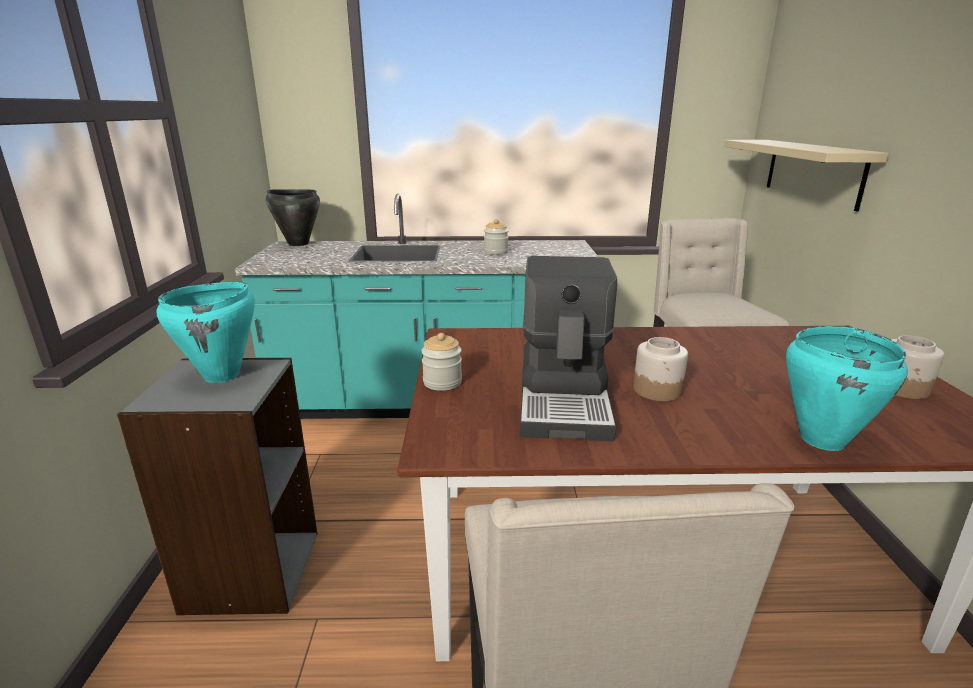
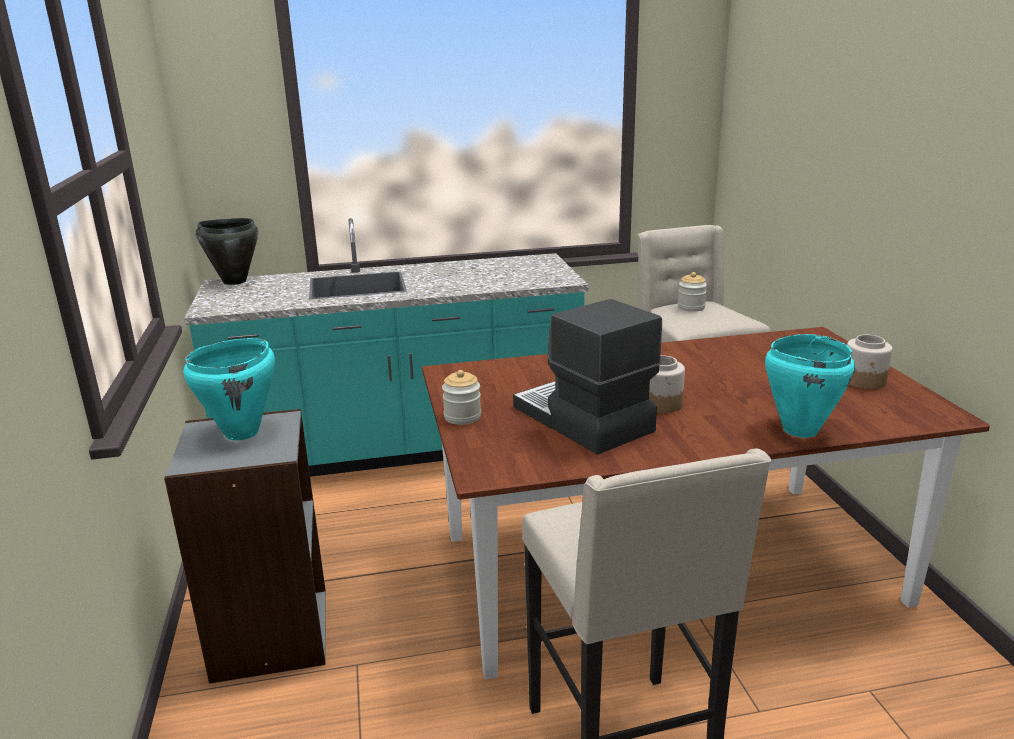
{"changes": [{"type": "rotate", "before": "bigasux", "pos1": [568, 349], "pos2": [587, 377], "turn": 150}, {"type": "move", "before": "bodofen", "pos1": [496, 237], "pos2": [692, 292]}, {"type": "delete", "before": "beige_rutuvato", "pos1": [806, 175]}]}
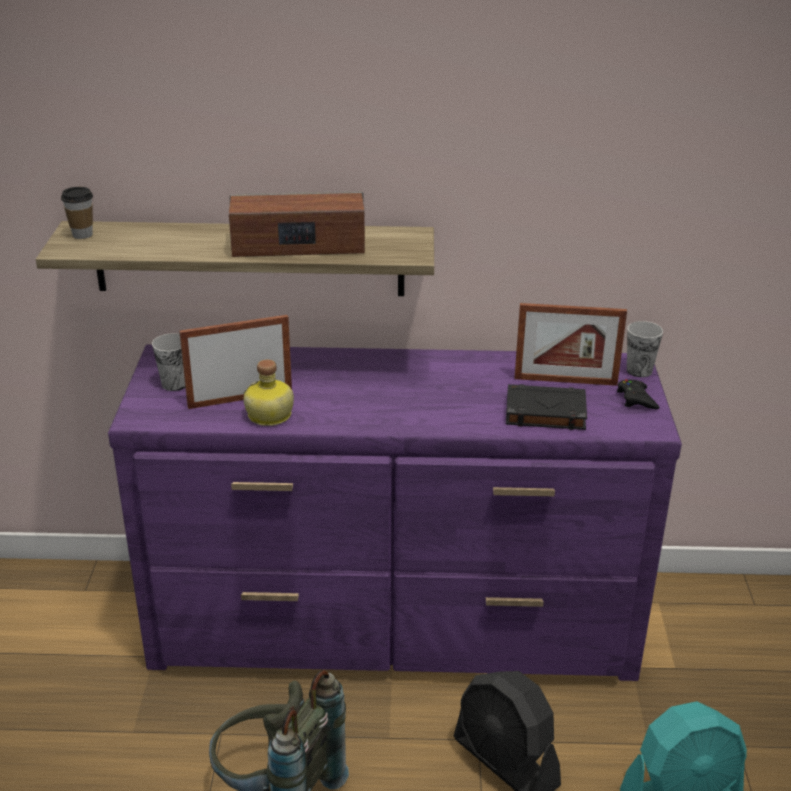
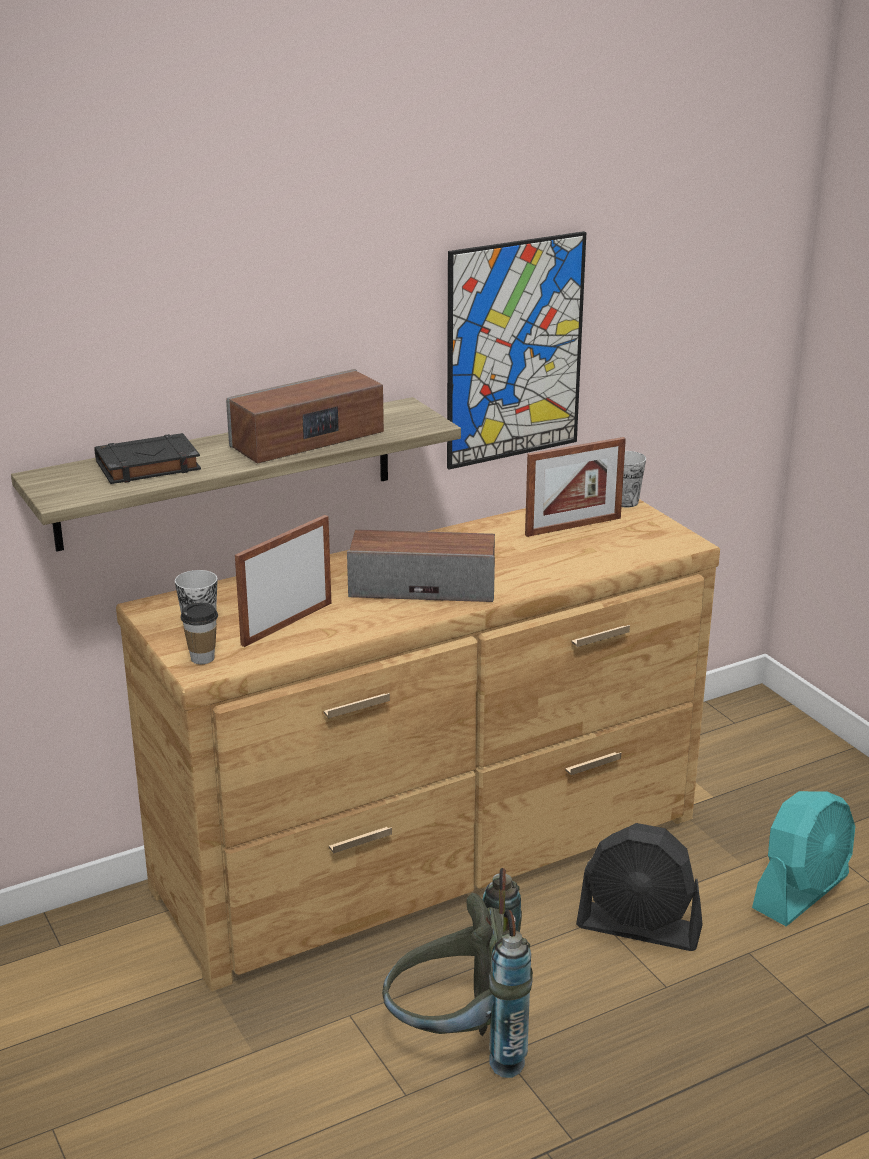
{"changes": [{"type": "move", "before": "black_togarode", "pos1": [546, 407], "pos2": [148, 458]}, {"type": "recolor", "before": "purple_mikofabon", "after": "brown_mikofabon", "pos1": [395, 512], "pos2": [418, 745]}, {"type": "move", "before": "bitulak", "pos1": [77, 213], "pos2": [199, 633]}, {"type": "insert", "after": "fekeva", "pos2": [421, 565]}, {"type": "insert", "after": "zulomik", "pos2": [516, 350]}, {"type": "delete", "before": "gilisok", "pos1": [268, 393]}, {"type": "delete", "before": "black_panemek", "pos1": [638, 394]}]}
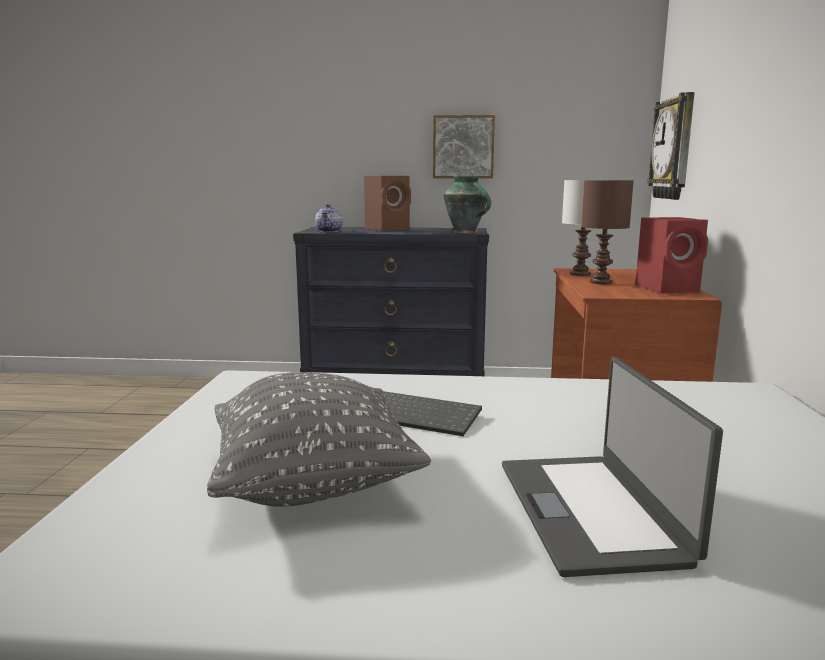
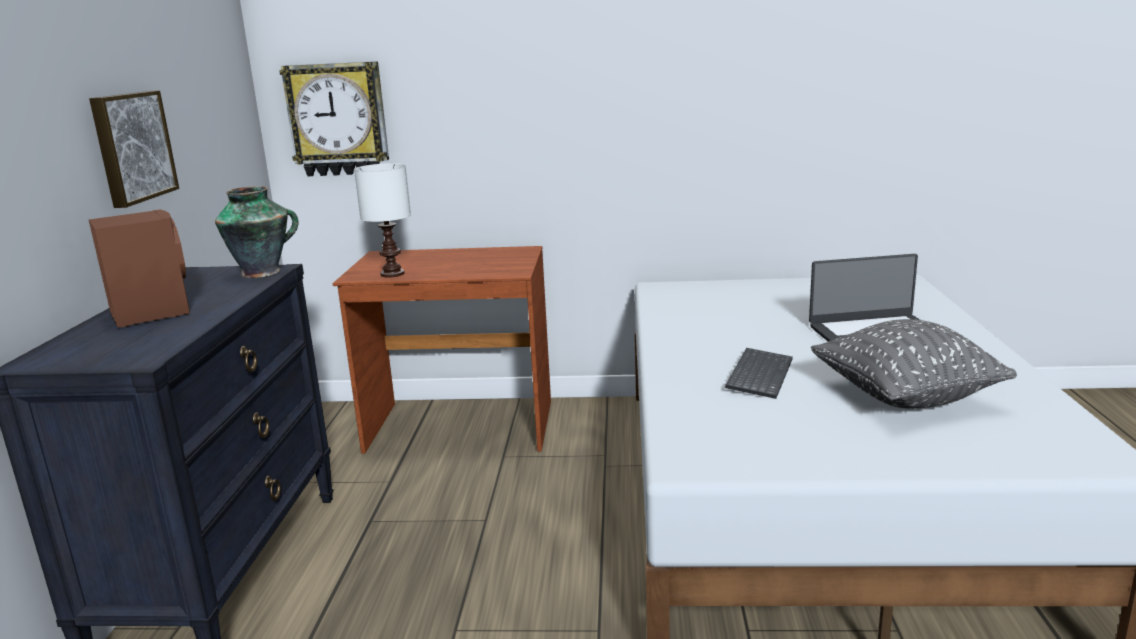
{"changes": [{"type": "delete", "before": "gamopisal", "pos1": [329, 218]}, {"type": "delete", "before": "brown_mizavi", "pos1": [607, 232]}, {"type": "delete", "before": "red_fekeva", "pos1": [671, 255]}]}
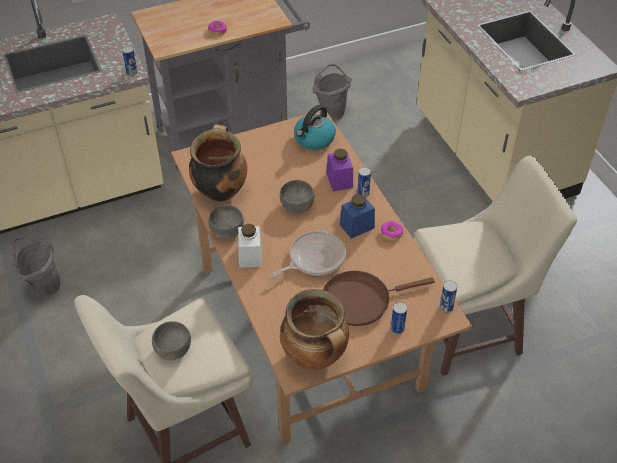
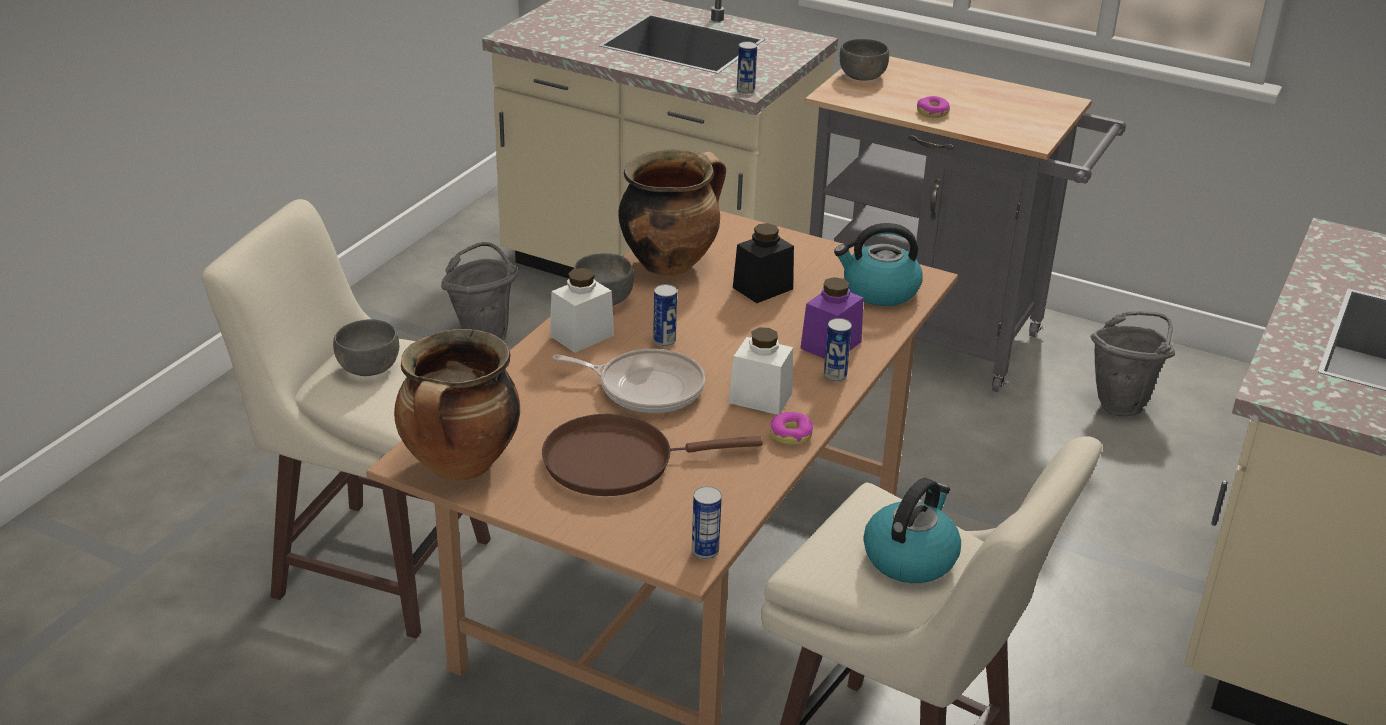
{"changes": [{"type": "rotate", "before": "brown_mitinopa", "pos1": [379, 298], "pos2": [652, 455], "turn": -45}, {"type": "move", "before": "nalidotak", "pos1": [399, 318], "pos2": [665, 315]}, {"type": "recolor", "before": "blue_bodofen", "after": "white_bodofen", "pos1": [357, 216], "pos2": [761, 371]}, {"type": "insert", "after": "black_bodofen", "pos2": [763, 263]}, {"type": "move", "before": "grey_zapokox", "pos1": [297, 196], "pos2": [864, 60]}, {"type": "insert", "after": "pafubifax", "pos2": [912, 530]}]}
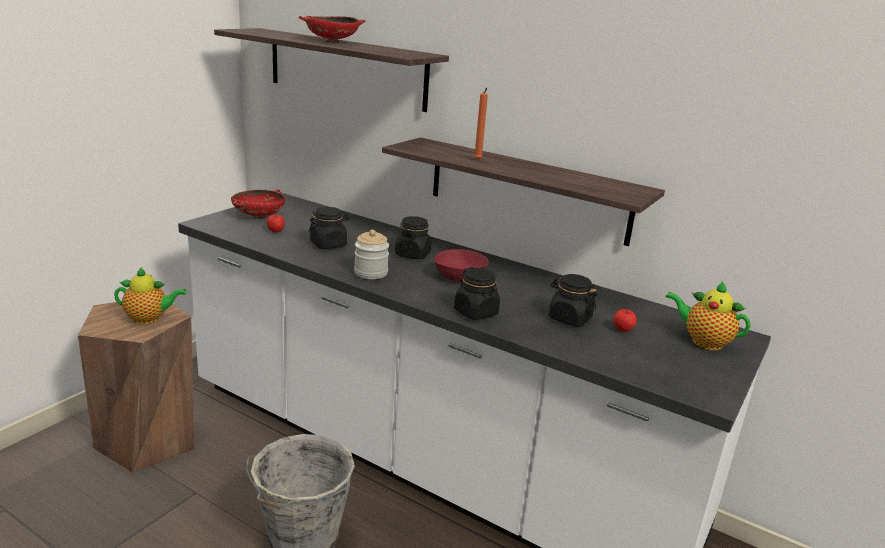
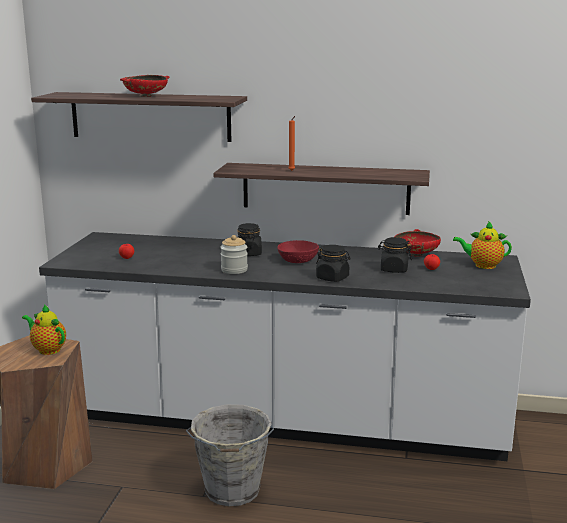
{"changes": [{"type": "rotate", "before": "gamopisal", "pos1": [150, 296], "pos2": [44, 329], "turn": -120}, {"type": "move", "before": "red_zapokox", "pos1": [258, 204], "pos2": [417, 242]}, {"type": "delete", "before": "black_bodofen", "pos1": [329, 228]}]}
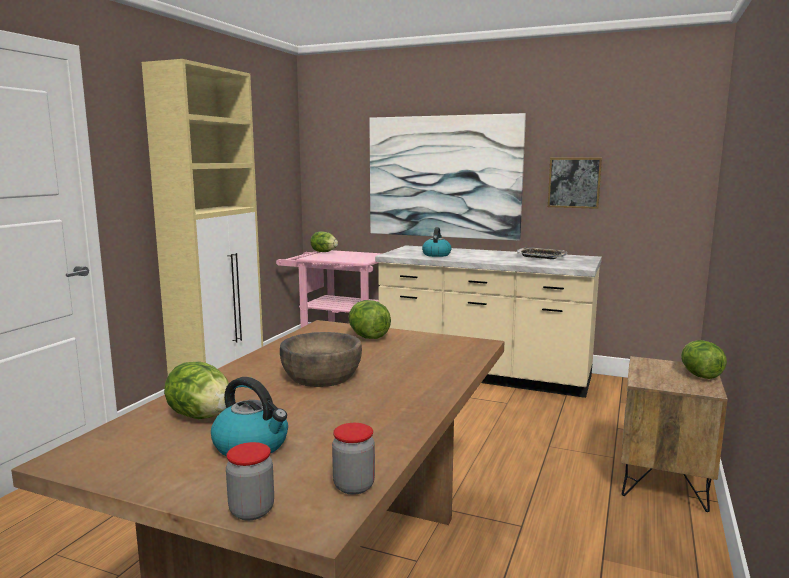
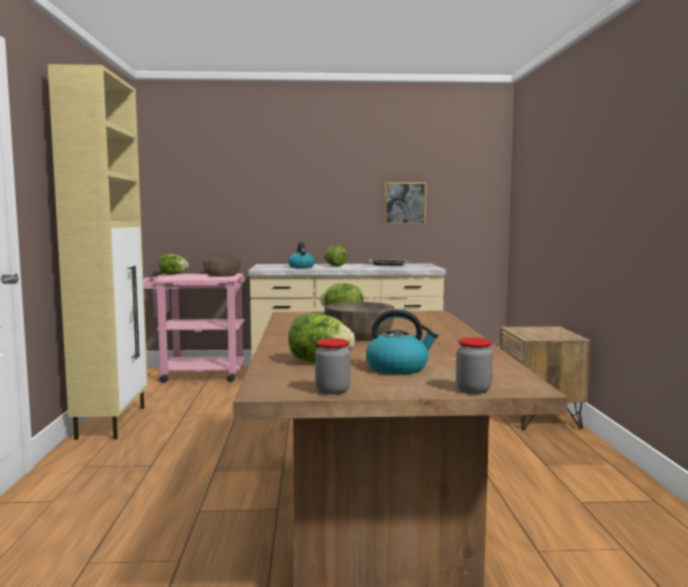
{"changes": [{"type": "insert", "after": "brown_zapokox", "pos2": [221, 267]}, {"type": "move", "before": "bodofen", "pos1": [353, 459], "pos2": [332, 366]}, {"type": "move", "before": "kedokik", "pos1": [704, 359], "pos2": [336, 255]}, {"type": "delete", "before": "zulomik", "pos1": [447, 177]}]}
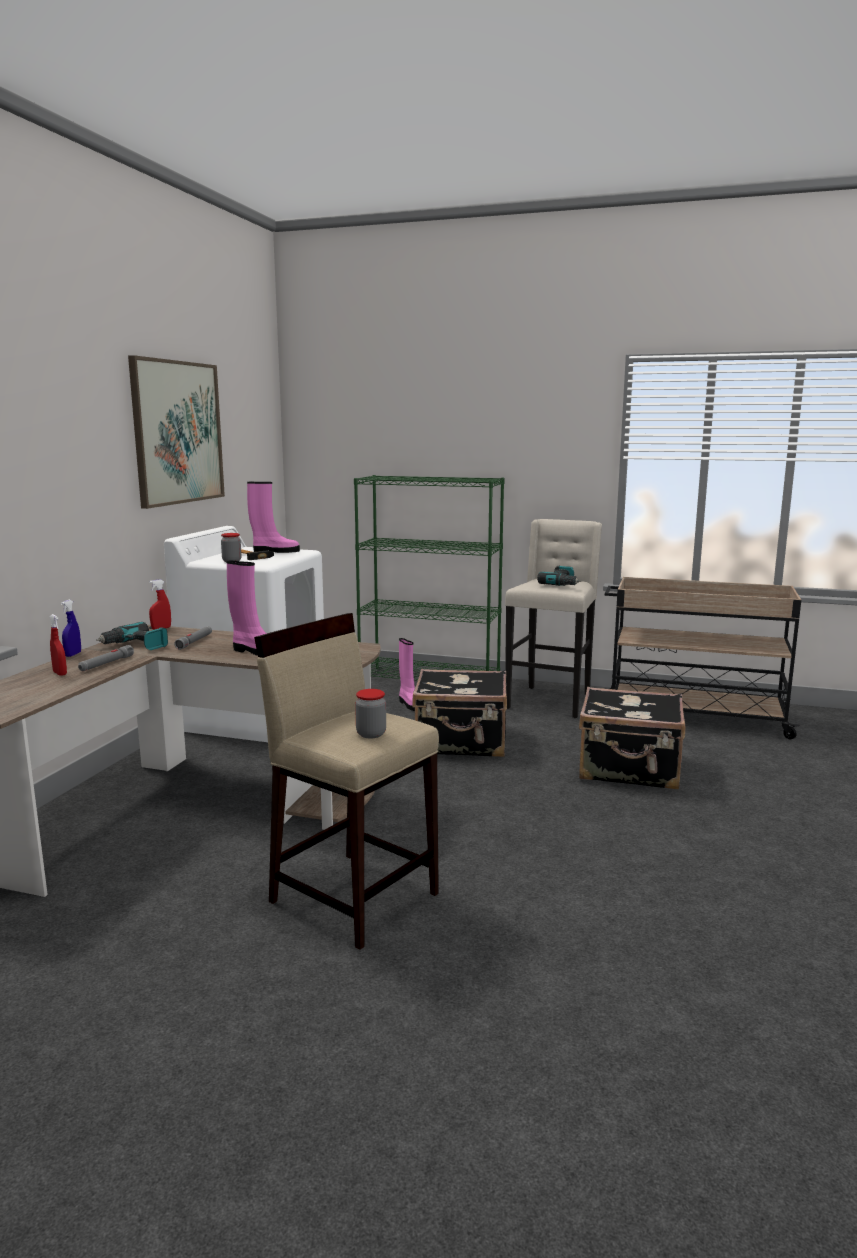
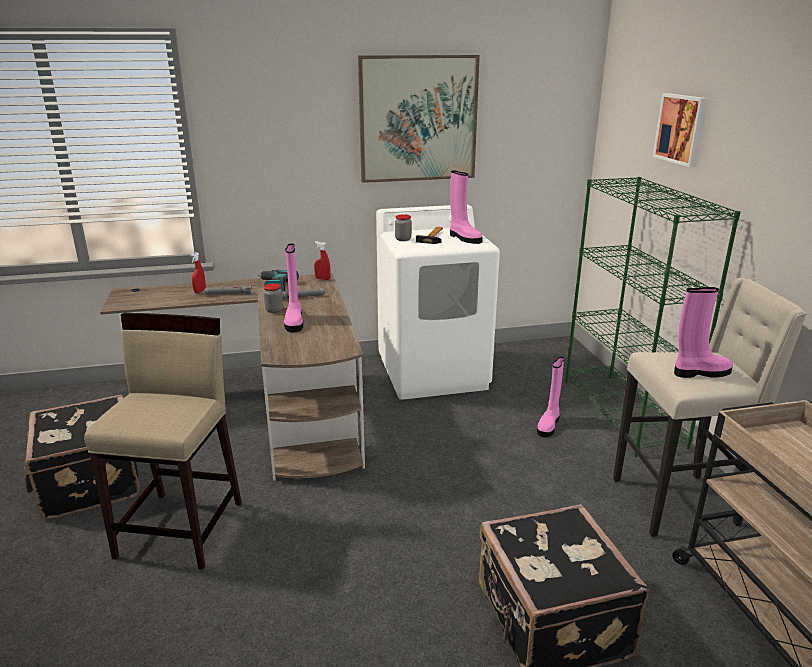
{"changes": [{"type": "move", "before": "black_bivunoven", "pos1": [459, 713], "pos2": [82, 457]}, {"type": "move", "before": "bodofen", "pos1": [370, 713], "pos2": [273, 298]}, {"type": "insert", "after": "zulomik", "pos2": [681, 130]}, {"type": "replace", "before": "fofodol", "after": "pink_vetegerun", "pos1": [559, 576], "pos2": [703, 332]}, {"type": "delete", "before": "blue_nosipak", "pos1": [71, 628]}]}
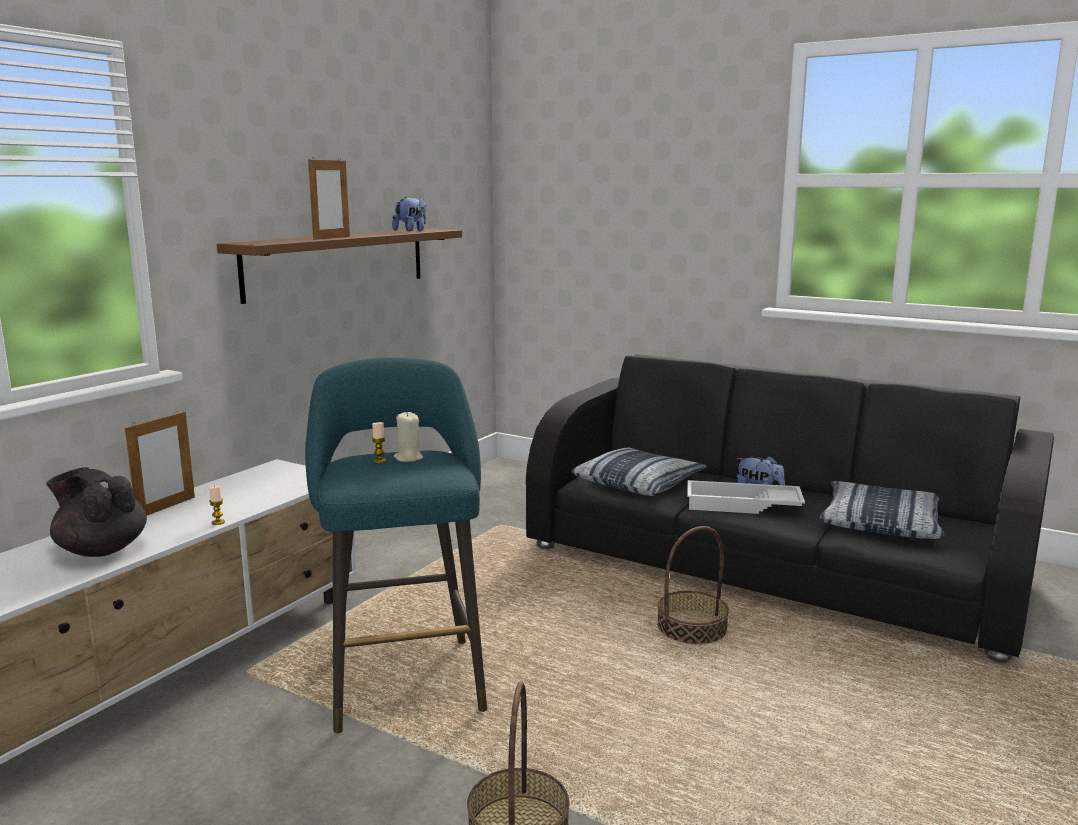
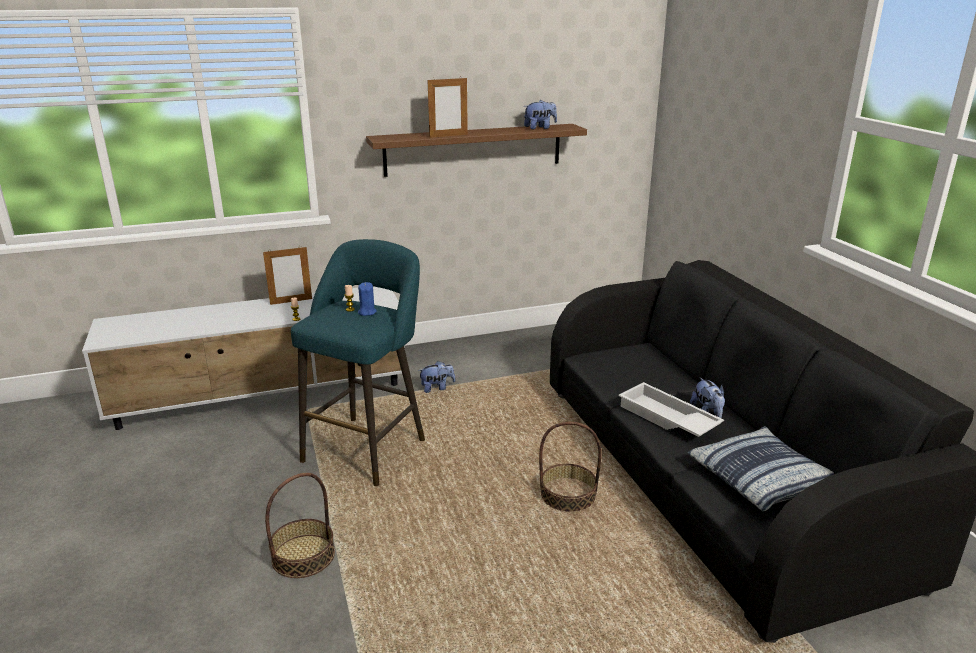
{"changes": [{"type": "recolor", "before": "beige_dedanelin", "after": "blue_dedanelin", "pos1": [408, 437], "pos2": [367, 299]}, {"type": "insert", "after": "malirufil", "pos2": [436, 377]}, {"type": "delete", "before": "black_gamopisal", "pos1": [96, 512]}, {"type": "delete", "before": "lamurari", "pos1": [639, 471]}]}
